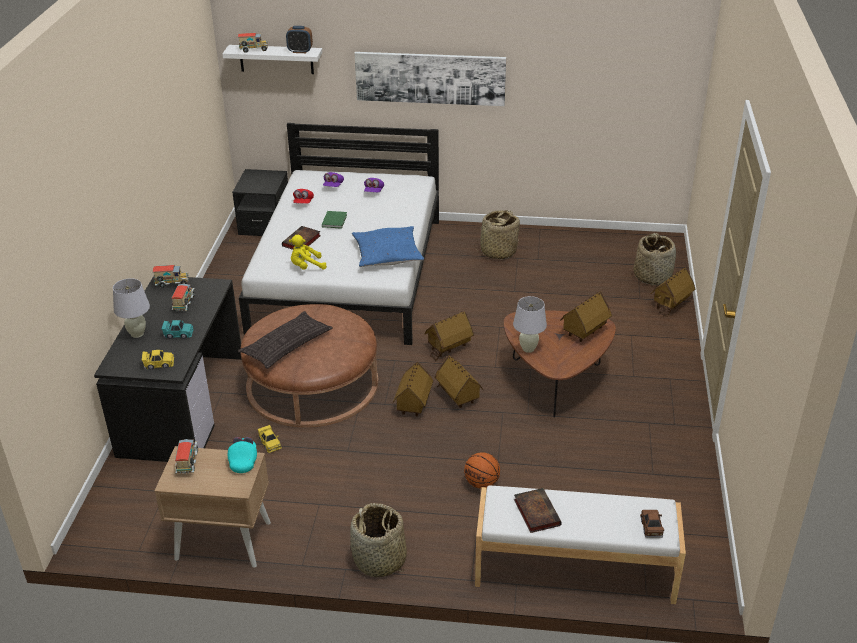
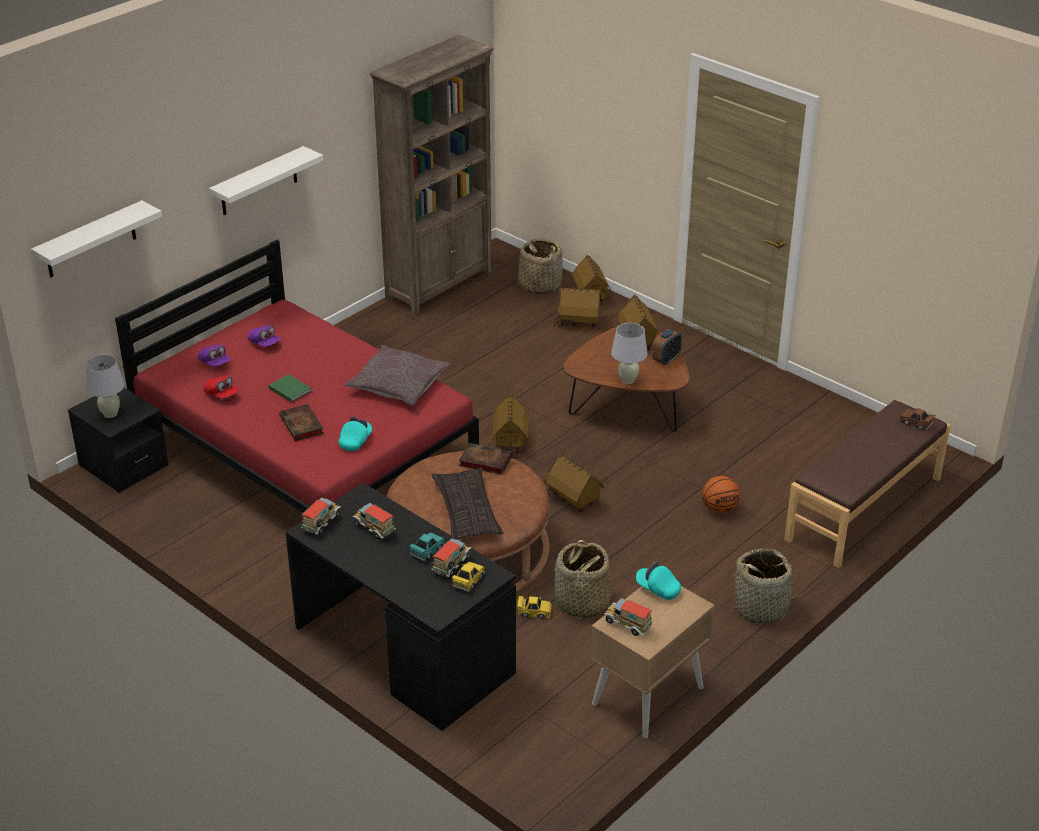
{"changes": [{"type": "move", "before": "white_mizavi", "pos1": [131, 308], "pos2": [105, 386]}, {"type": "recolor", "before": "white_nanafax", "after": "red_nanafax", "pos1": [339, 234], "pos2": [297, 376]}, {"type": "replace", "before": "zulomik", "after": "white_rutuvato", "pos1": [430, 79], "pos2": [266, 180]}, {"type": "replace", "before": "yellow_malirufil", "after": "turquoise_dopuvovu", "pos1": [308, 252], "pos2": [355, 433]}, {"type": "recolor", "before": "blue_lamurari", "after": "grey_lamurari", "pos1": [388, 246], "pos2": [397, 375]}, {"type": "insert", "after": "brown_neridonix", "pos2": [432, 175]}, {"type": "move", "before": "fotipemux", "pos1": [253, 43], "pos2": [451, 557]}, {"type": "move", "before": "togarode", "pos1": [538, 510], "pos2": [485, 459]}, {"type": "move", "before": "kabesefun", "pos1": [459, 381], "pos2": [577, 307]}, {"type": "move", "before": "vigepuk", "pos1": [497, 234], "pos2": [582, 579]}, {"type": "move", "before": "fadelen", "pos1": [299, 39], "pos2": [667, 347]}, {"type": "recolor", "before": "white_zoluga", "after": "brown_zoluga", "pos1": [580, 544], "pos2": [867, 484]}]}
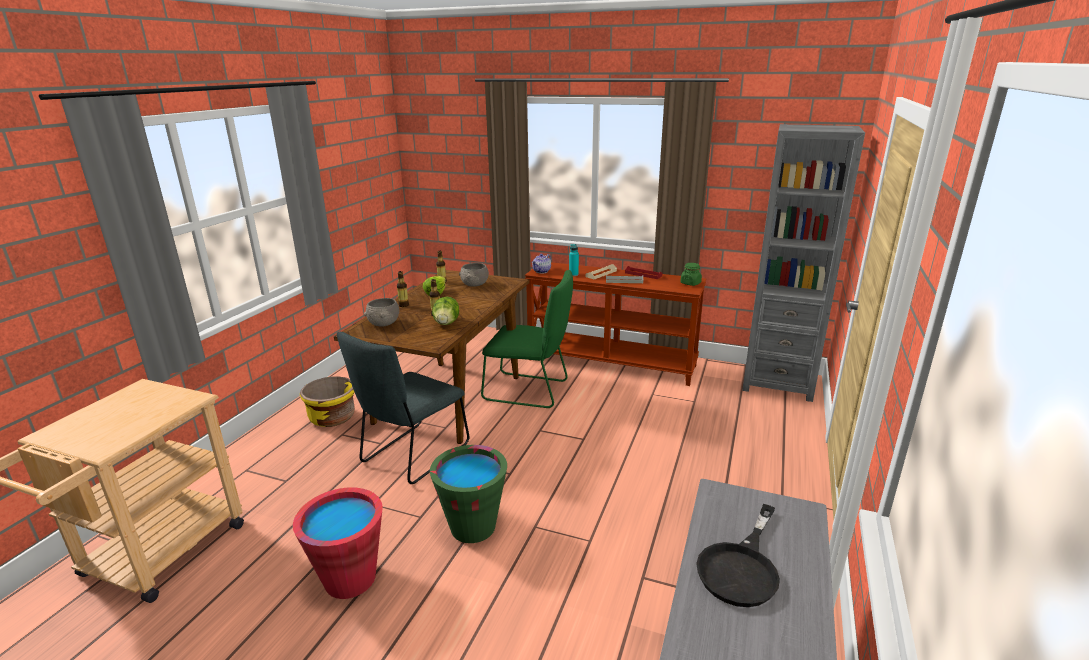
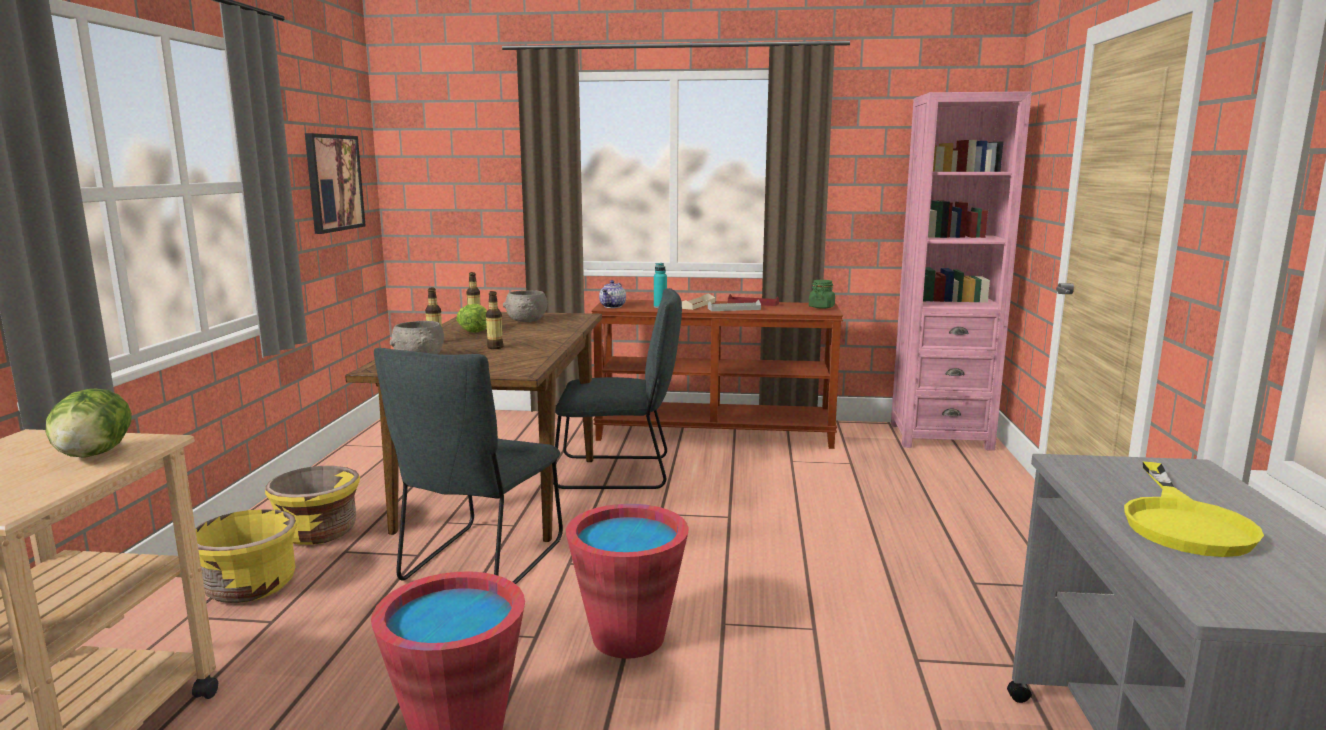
{"changes": [{"type": "move", "before": "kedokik", "pos1": [445, 311], "pos2": [89, 423]}, {"type": "insert", "after": "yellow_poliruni", "pos2": [246, 556]}, {"type": "insert", "after": "zulomik", "pos2": [335, 183]}, {"type": "recolor", "before": "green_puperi", "after": "grey_puperi", "pos1": [527, 339], "pos2": [617, 388]}, {"type": "recolor", "before": "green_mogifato", "after": "red_mogifato", "pos1": [468, 494], "pos2": [627, 581]}, {"type": "recolor", "before": "grey_neridonix", "after": "pink_neridonix", "pos1": [803, 263], "pos2": [961, 271]}, {"type": "recolor", "before": "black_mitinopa", "after": "yellow_mitinopa", "pos1": [738, 555], "pos2": [1194, 509]}]}
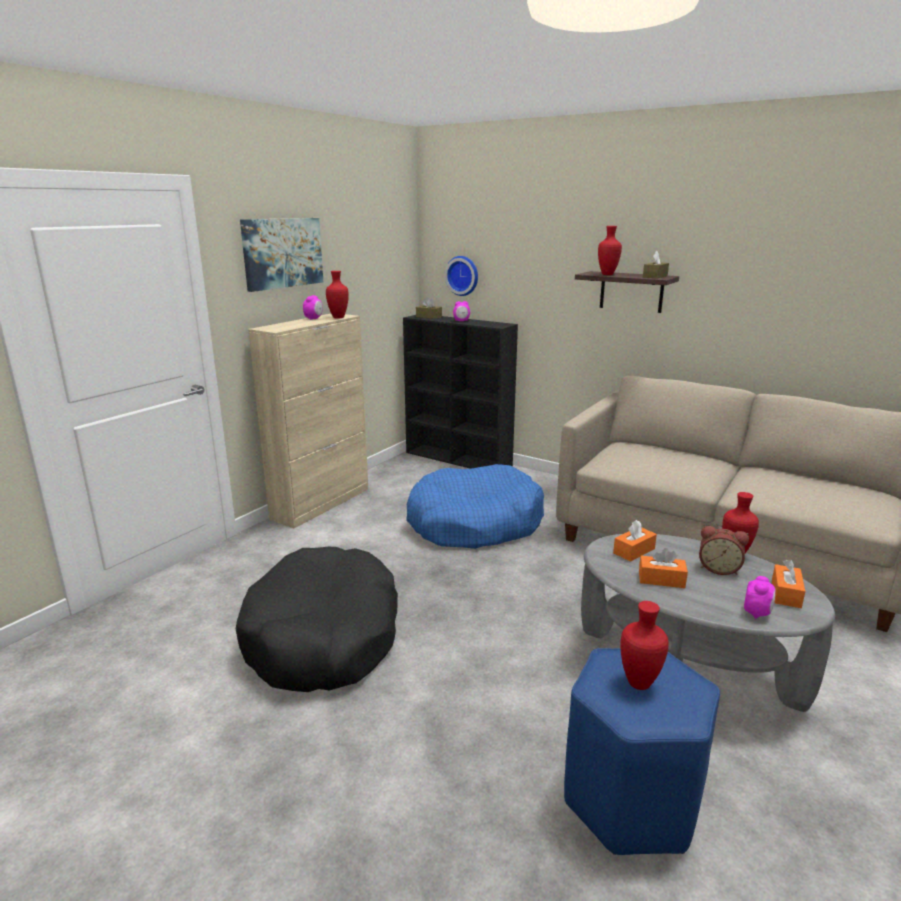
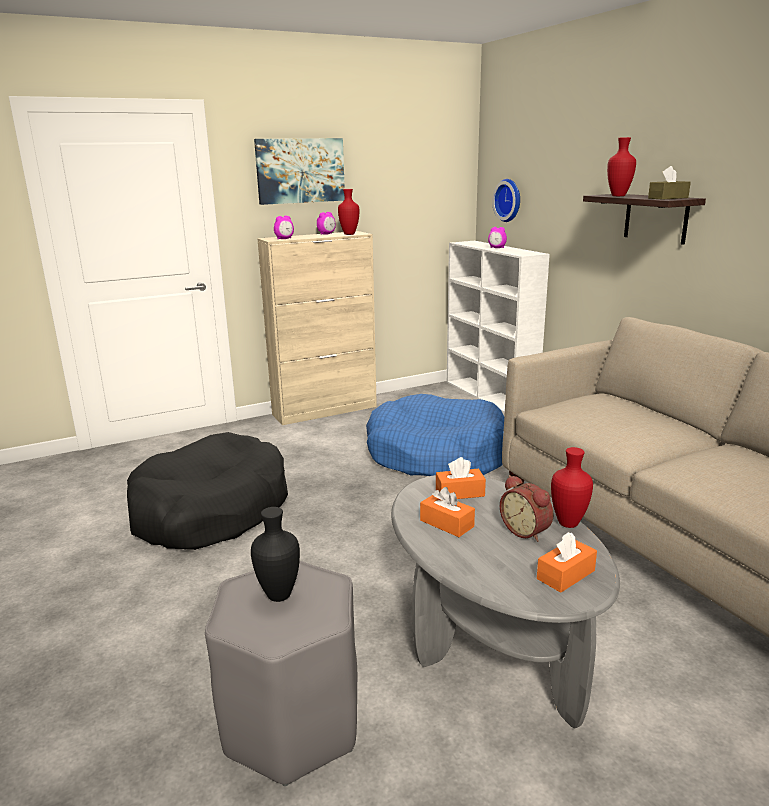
{"changes": [{"type": "recolor", "before": "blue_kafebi", "after": "grey_kafebi", "pos1": [642, 751], "pos2": [281, 673]}, {"type": "recolor", "before": "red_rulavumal", "after": "black_rulavumal", "pos1": [644, 645], "pos2": [275, 554]}, {"type": "move", "before": "fadelen", "pos1": [760, 597], "pos2": [284, 227]}, {"type": "recolor", "before": "black_neridonix", "after": "white_neridonix", "pos1": [460, 392], "pos2": [498, 327]}, {"type": "delete", "before": "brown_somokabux", "pos1": [429, 308]}]}
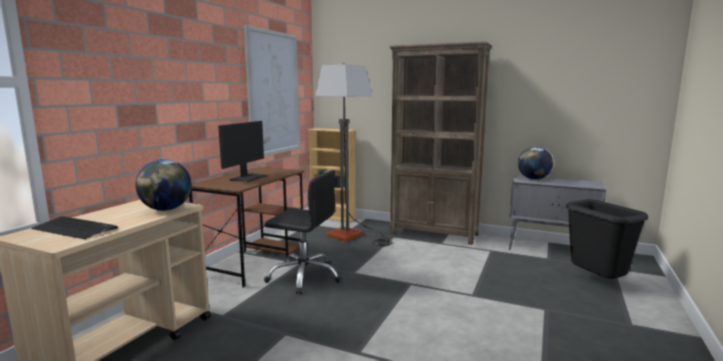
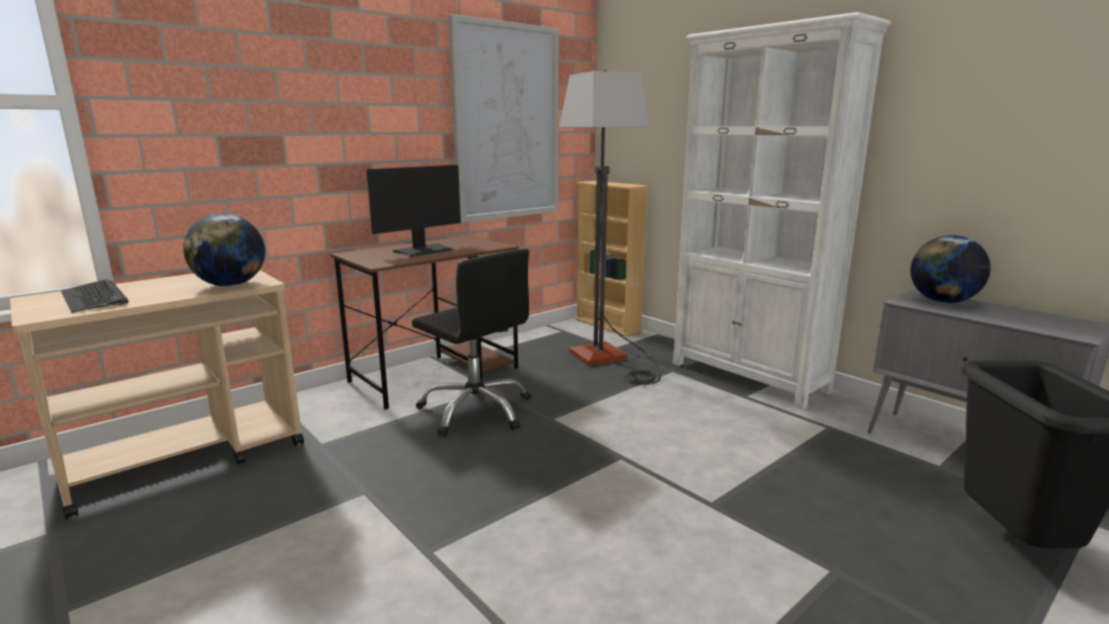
{"changes": [{"type": "recolor", "before": "brown_neridonix", "after": "white_neridonix", "pos1": [440, 143], "pos2": [782, 211]}]}
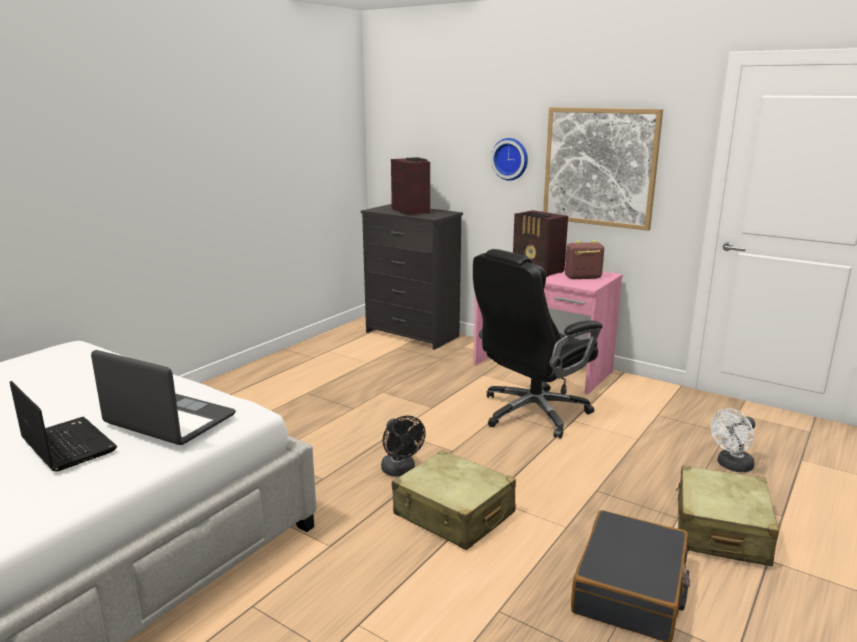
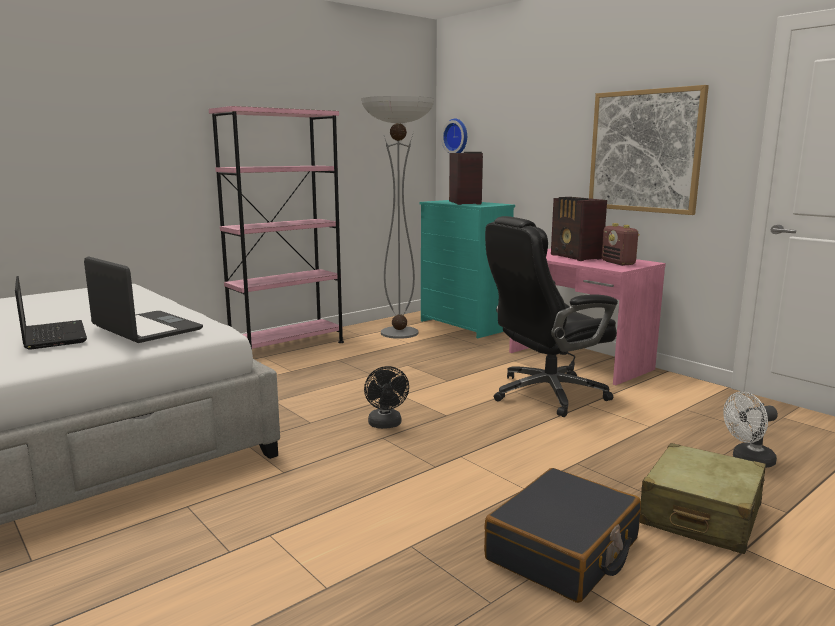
{"changes": [{"type": "insert", "after": "pink_neridonix", "pos2": [276, 227]}, {"type": "insert", "after": "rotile", "pos2": [398, 217]}, {"type": "recolor", "before": "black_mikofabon", "after": "turquoise_mikofabon", "pos1": [412, 277], "pos2": [467, 269]}, {"type": "move", "before": "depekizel", "pos1": [509, 159], "pos2": [454, 136]}, {"type": "rotate", "before": "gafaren", "pos1": [584, 259], "pos2": [620, 244], "turn": -120}, {"type": "delete", "before": "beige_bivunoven", "pos1": [454, 500]}]}
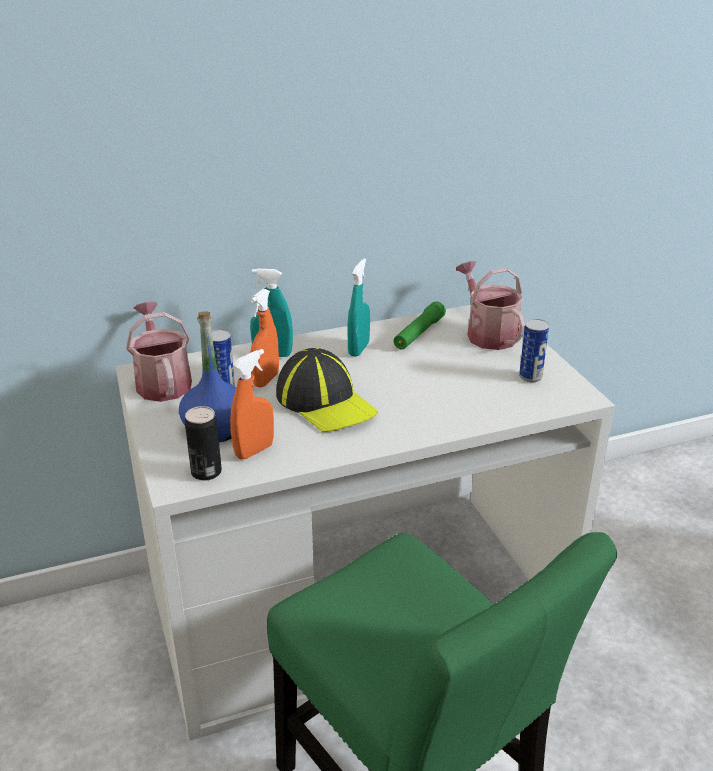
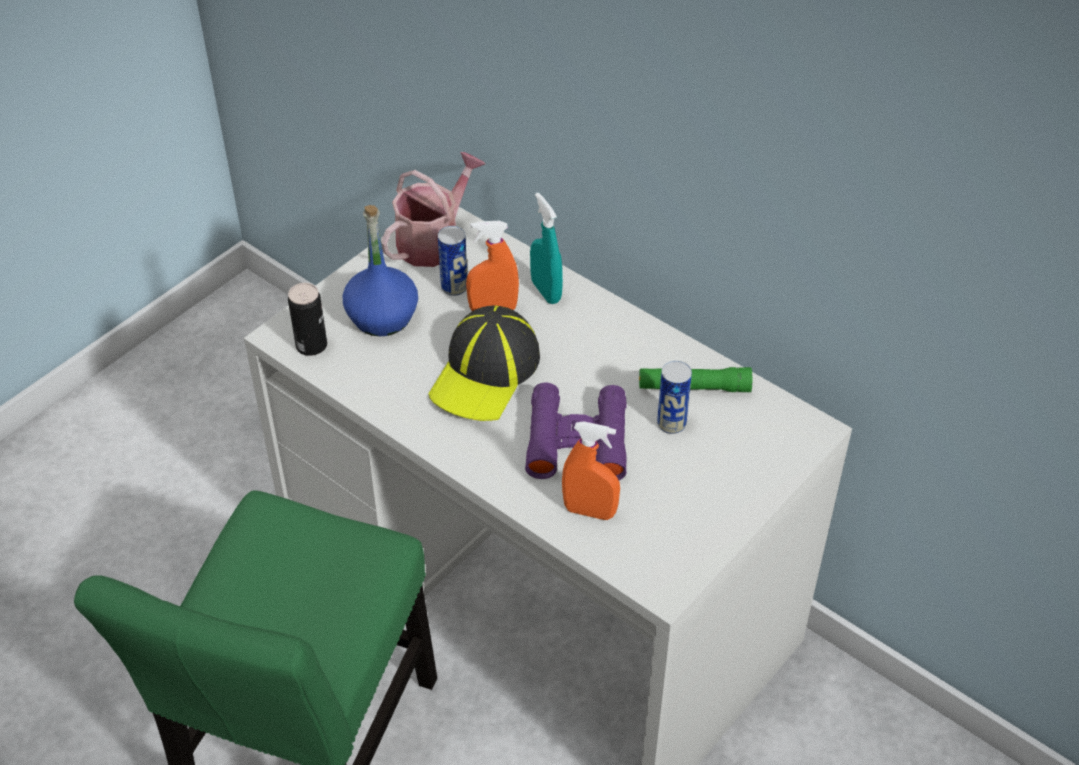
{"changes": [{"type": "insert", "after": "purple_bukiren", "pos2": [576, 431]}, {"type": "move", "before": "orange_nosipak", "pos1": [252, 404], "pos2": [591, 470]}, {"type": "move", "before": "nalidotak", "pos1": [534, 351], "pos2": [674, 397]}, {"type": "delete", "before": "turquoise_nosipak", "pos1": [359, 307]}, {"type": "delete", "before": "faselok", "pos1": [490, 305]}]}
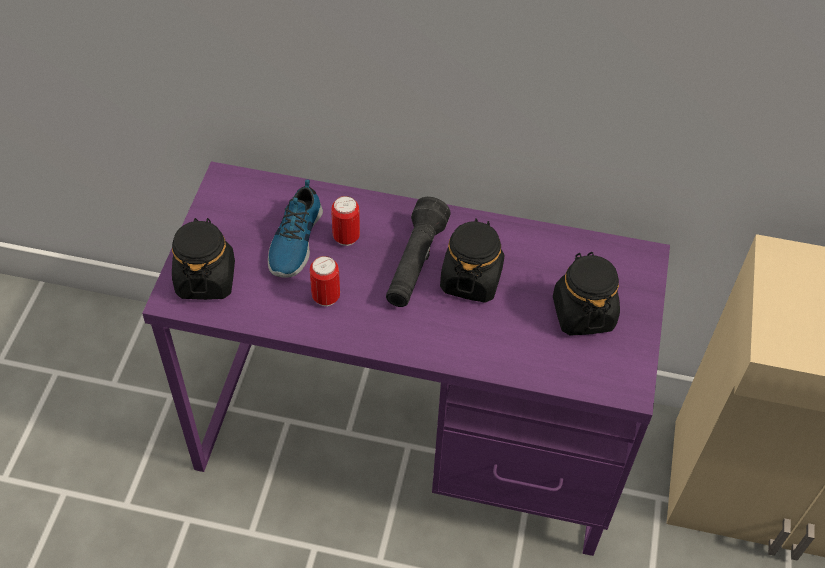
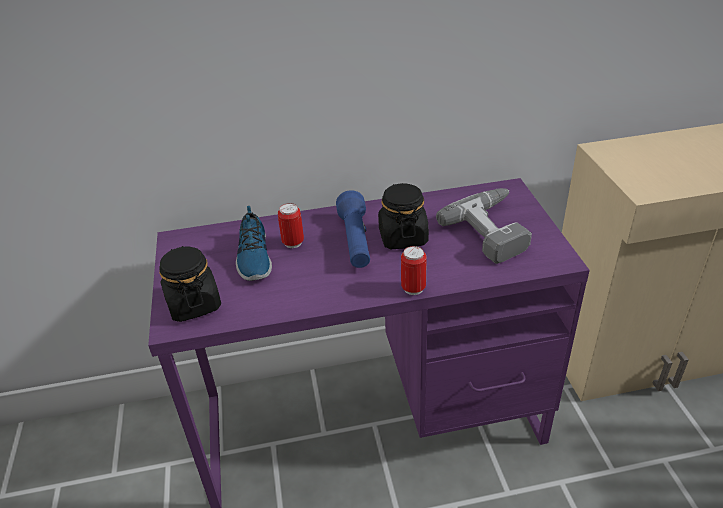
{"changes": [{"type": "recolor", "before": "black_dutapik", "after": "blue_dutapik", "pos1": [418, 252], "pos2": [353, 229]}, {"type": "move", "before": "nalidotak", "pos1": [325, 281], "pos2": [414, 270]}, {"type": "replace", "before": "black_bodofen", "after": "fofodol", "pos1": [586, 294], "pos2": [484, 226]}]}
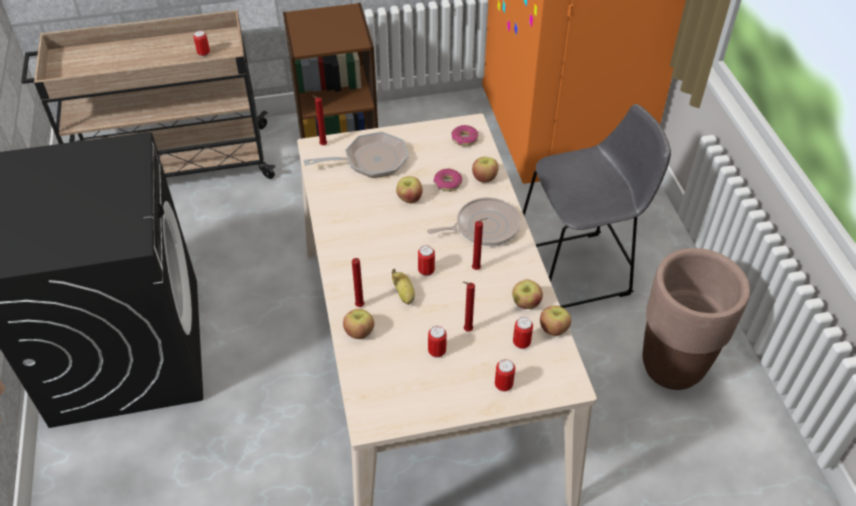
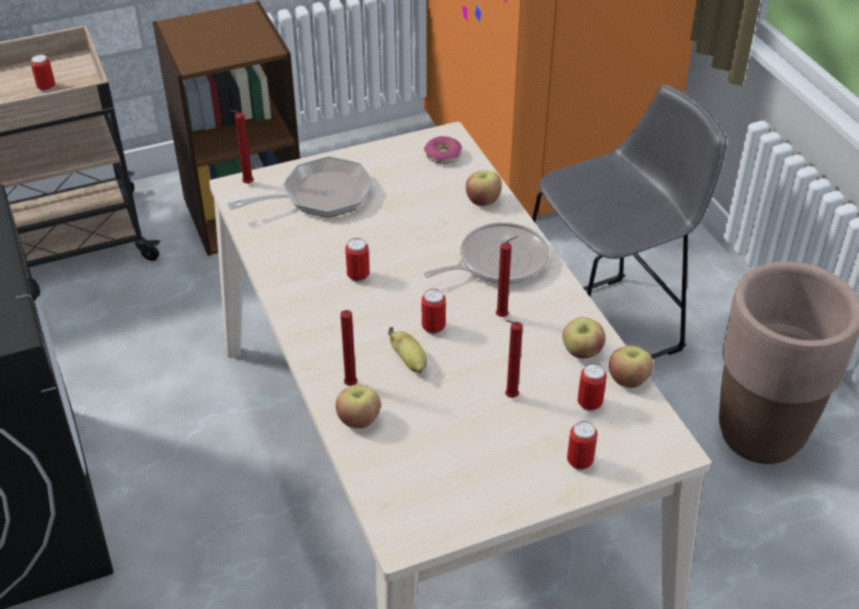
{"changes": [{"type": "move", "before": "nalidotak", "pos1": [437, 342], "pos2": [357, 260]}, {"type": "delete", "before": "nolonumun", "pos1": [409, 189]}, {"type": "delete", "before": "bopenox", "pos1": [447, 180]}]}
